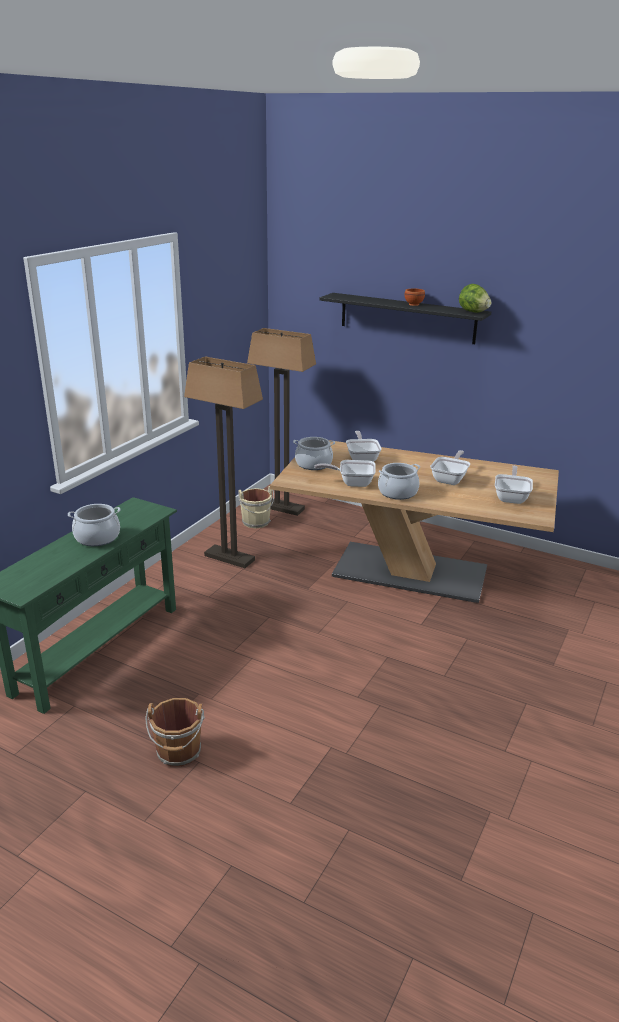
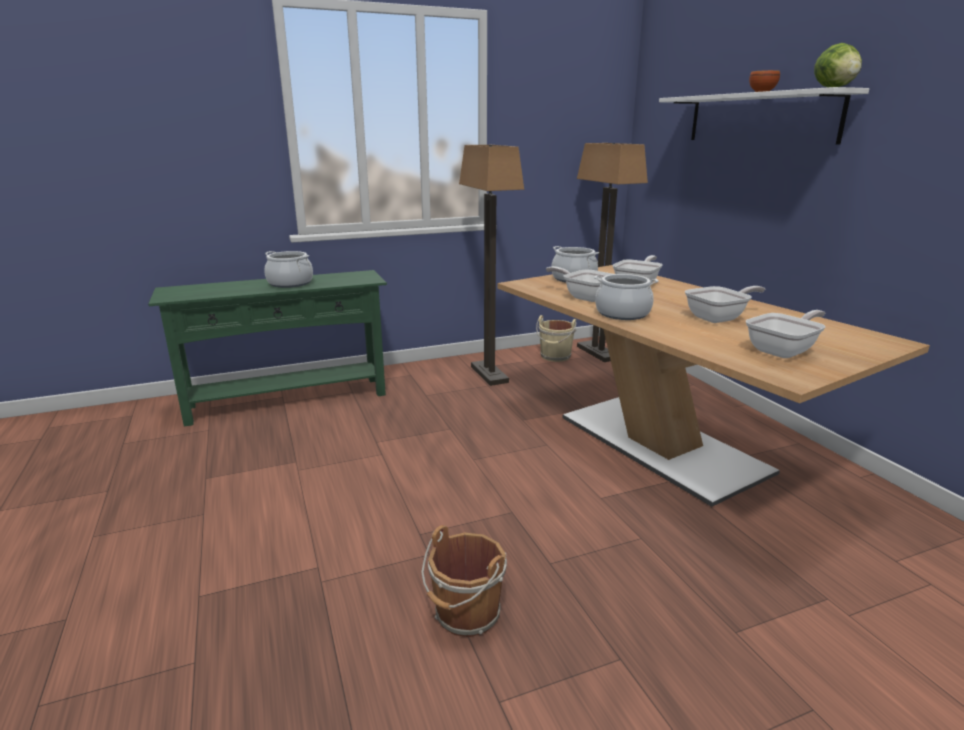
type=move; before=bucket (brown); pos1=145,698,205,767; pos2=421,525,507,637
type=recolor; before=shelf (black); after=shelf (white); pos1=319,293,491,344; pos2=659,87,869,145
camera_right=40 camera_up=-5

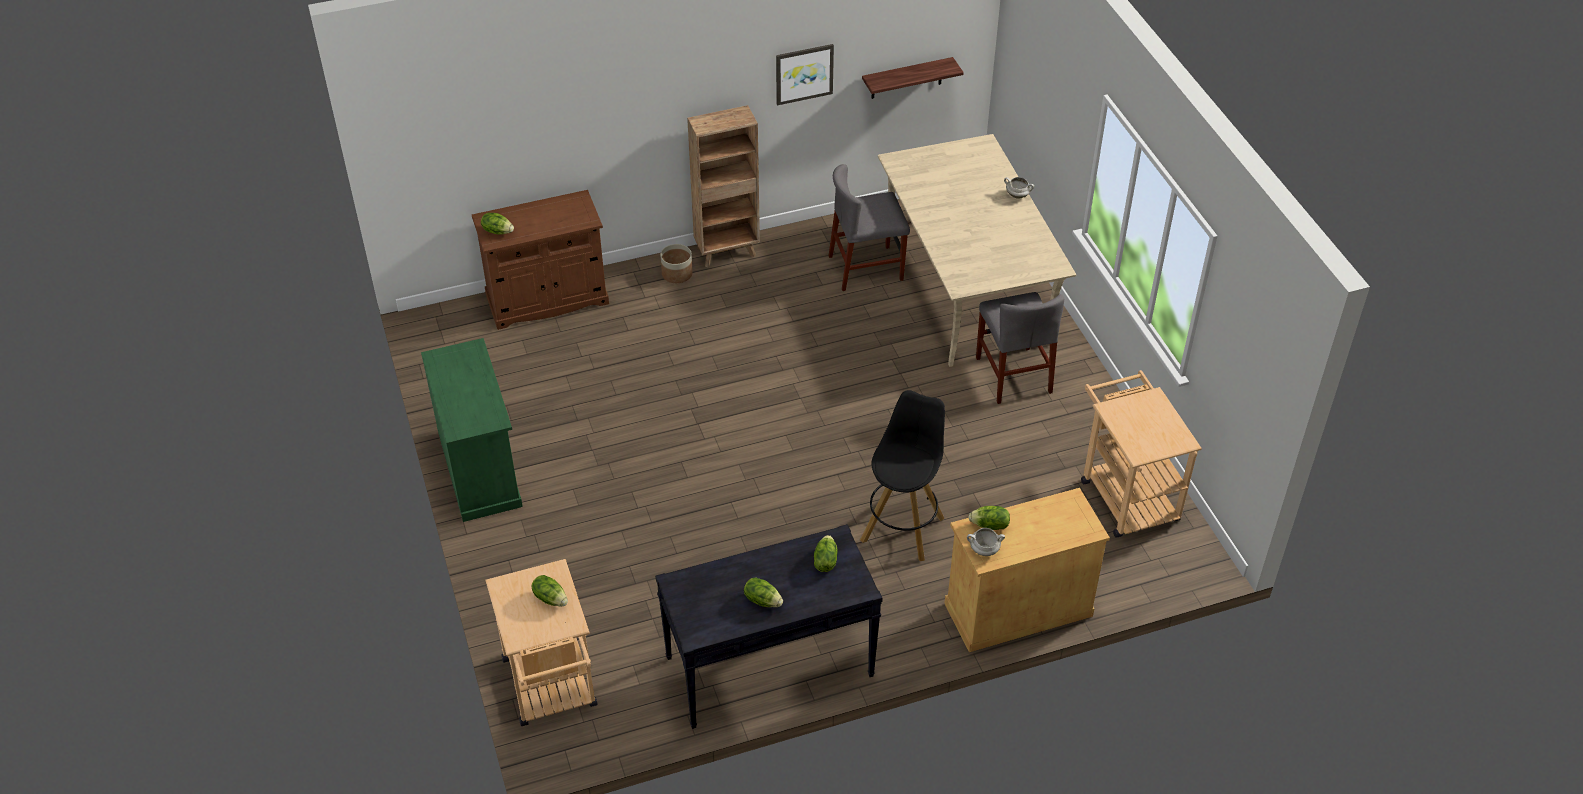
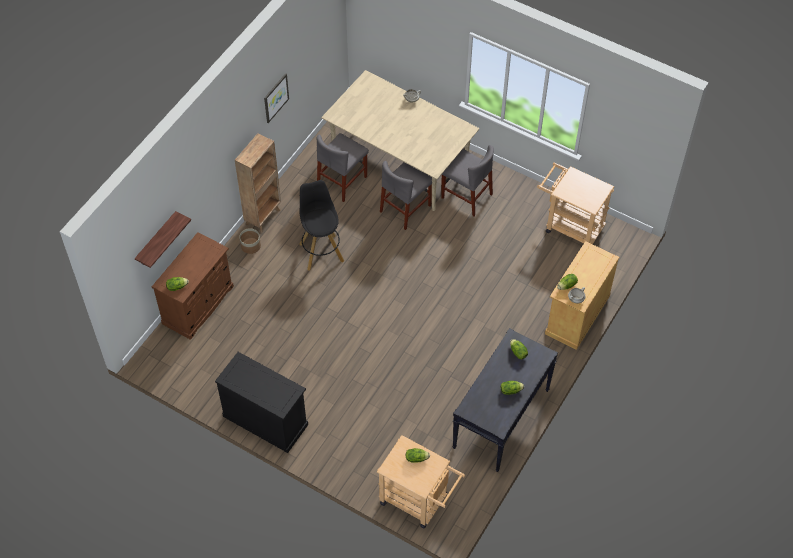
type=recolor; before=cabinet (green); after=cabinet (black); pos1=421,338,523,522; pos2=215,352,308,453
type=move; before=stool (black); pos1=860,390,945,561; pos2=299,180,344,271
type=move; before=shelf; pos1=862,57,964,99; pos2=135,211,191,268
type=insert; after=chair (grey); pos2=380,161,432,230
camera_right=-40 camera_up=10

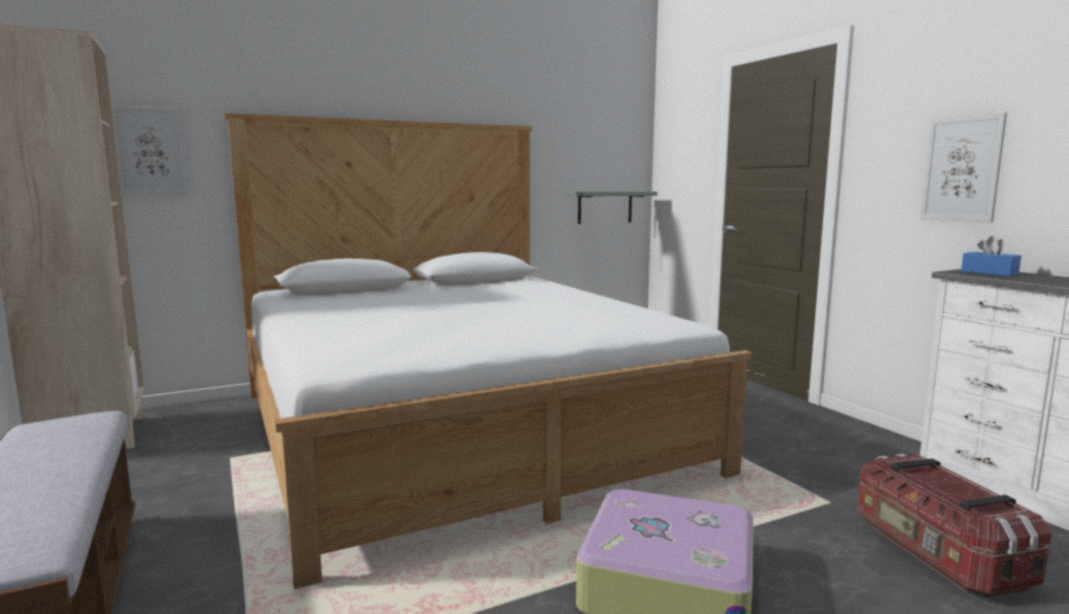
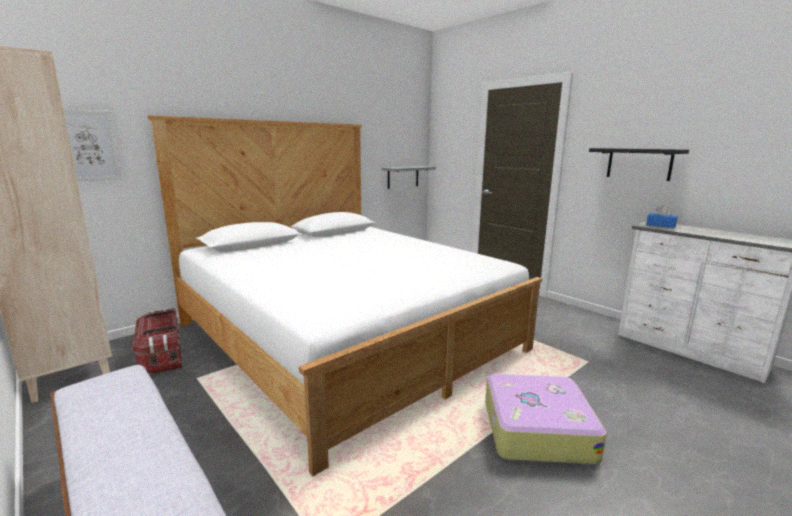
type=move; before=storage box; pos1=857,454,1051,597; pos2=132,308,182,374
type=replace; before=picture; after=shelf (black); pos1=920,112,1007,223; pos2=589,148,689,181
camera_right=-15 camera_up=5

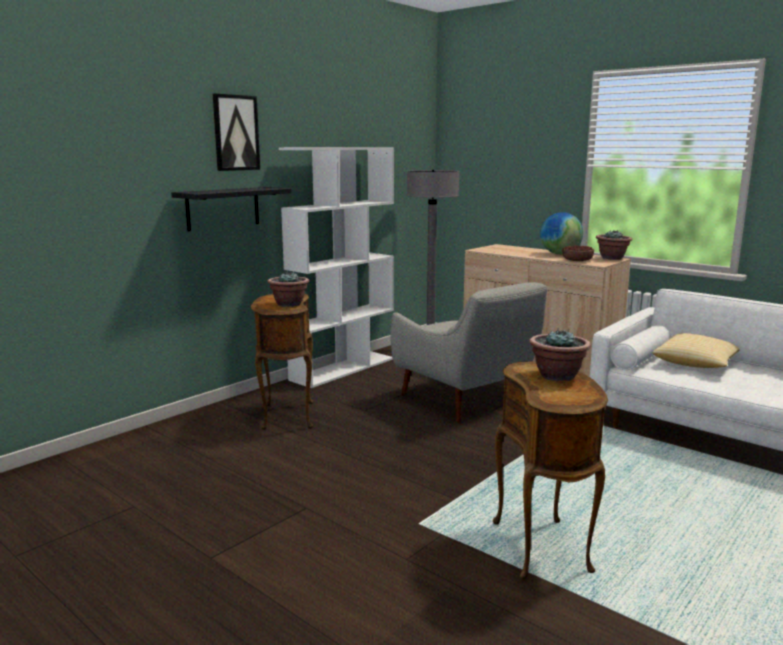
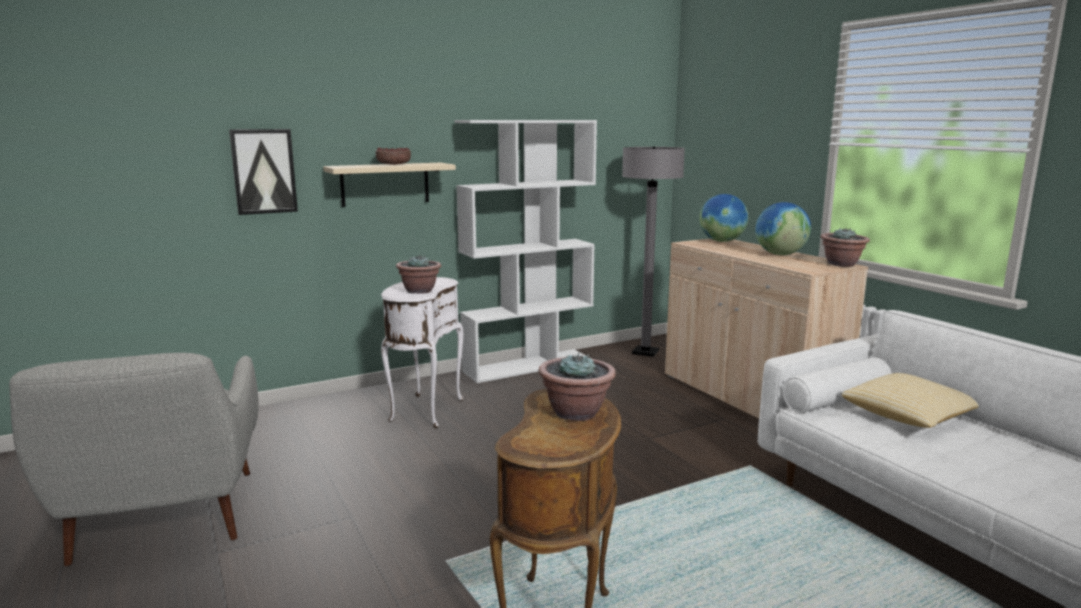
type=recolor; before=shelf (black); after=shelf (beige); pos1=171,187,291,231; pos2=323,163,456,207
type=move; before=picture; pos1=213,94,260,171; pos2=229,129,298,215
type=recolor; before=side table (brown); after=side table (white); pos1=251,294,313,429; pos2=381,277,464,428
type=move; before=armchair (grey); pos1=390,282,547,422; pos2=9,353,259,566
type=move; before=bowl; pos1=562,245,594,261; pos2=376,148,411,165
type=insert; after=globe; pos2=699,194,748,242
camera_right=20 camera_up=0

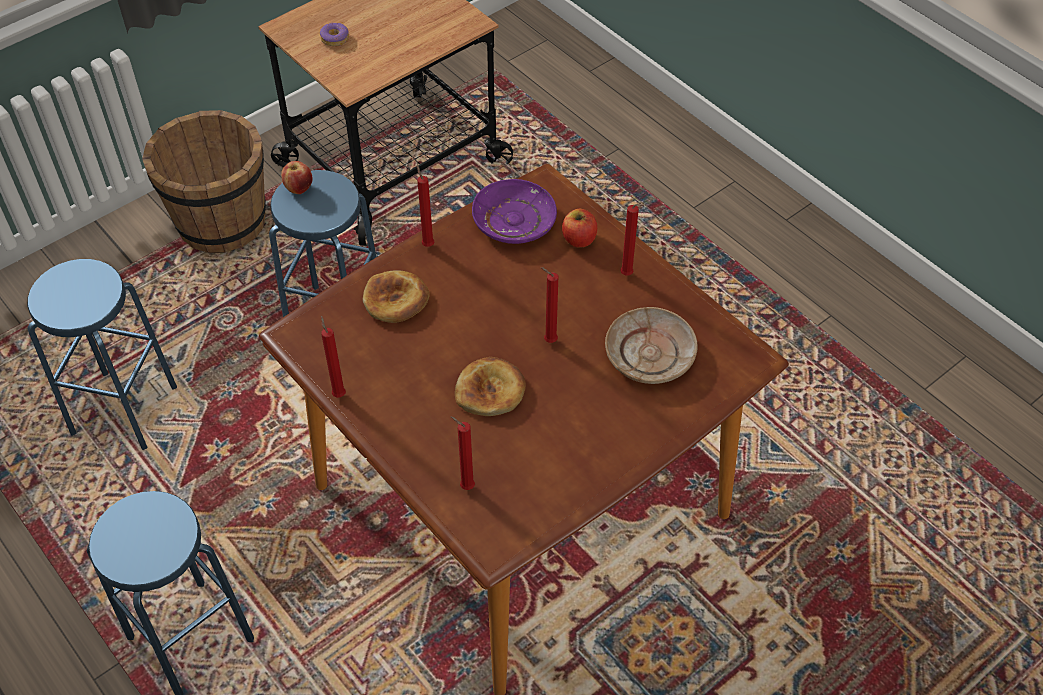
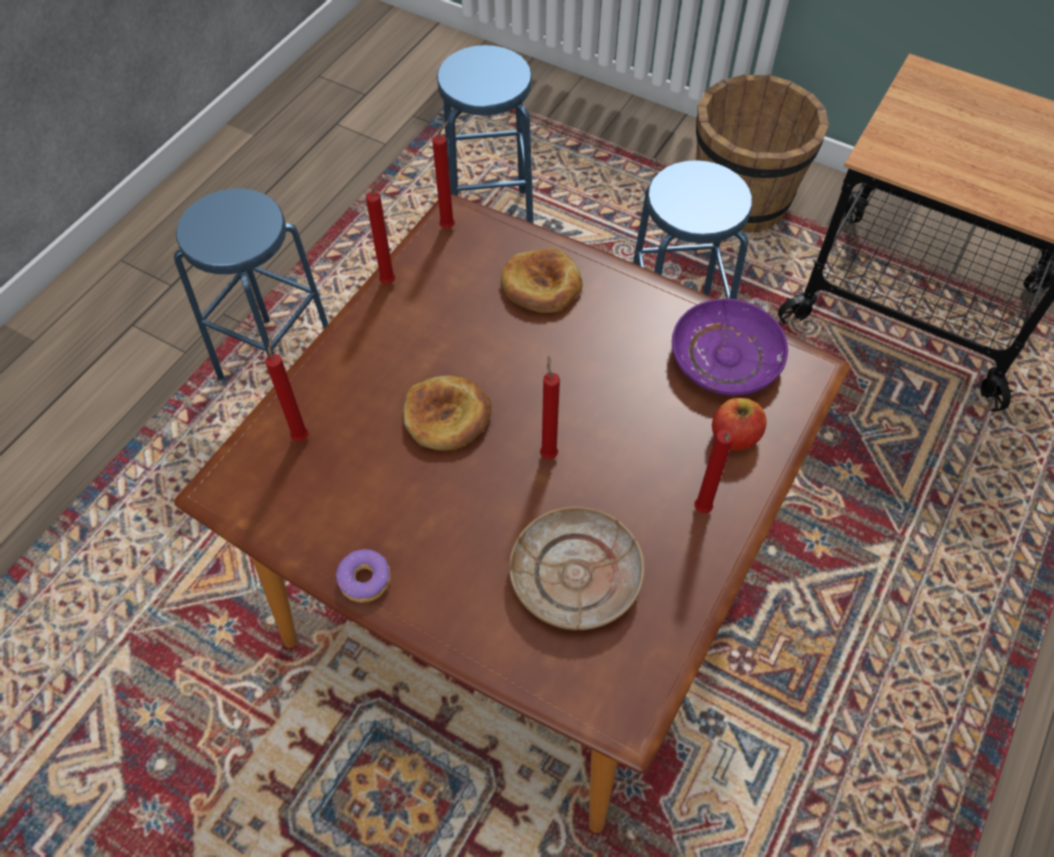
type=delete; before=apple; pos1=281,161,312,194
type=move; before=donut; pos1=320,23,349,46; pos2=336,549,391,603
type=move; before=candle (red); pos1=417,165,434,247; pos2=432,121,455,228
camera_right=70 camera_up=5

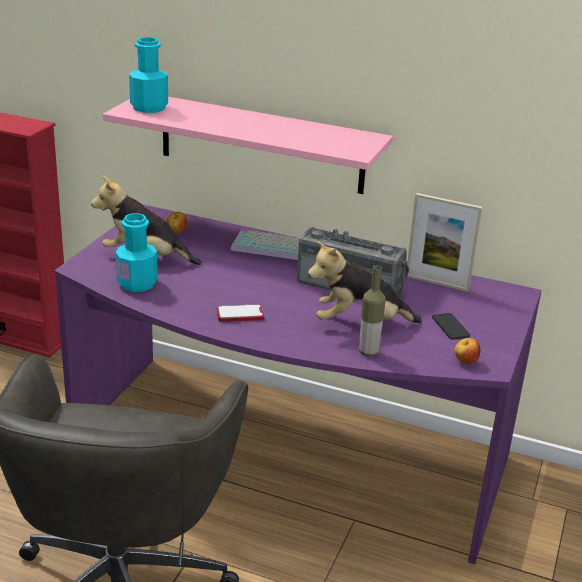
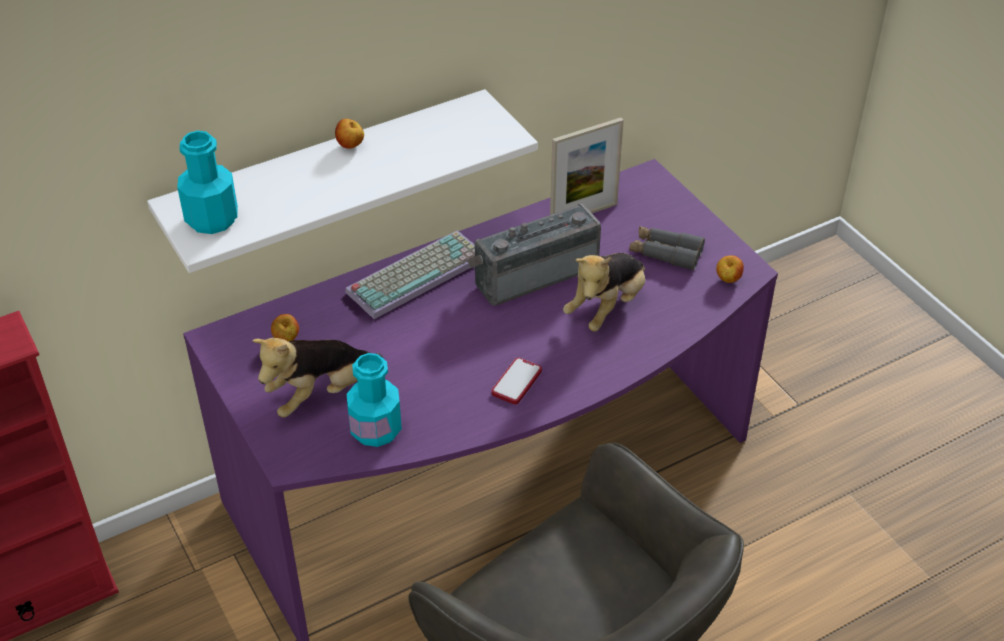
type=recolor; before=shelf (pink); after=shelf (white); pos1=103,97,393,194; pos2=147,89,538,273
type=delete; before=bottle; pos1=359,265,386,356
type=replace; before=phone; after=binoculars (grey); pos1=432,313,470,340; pos2=629,226,705,270
type=insert; after=apple; pos2=335,119,364,149
camera_right=-50 camera_up=15

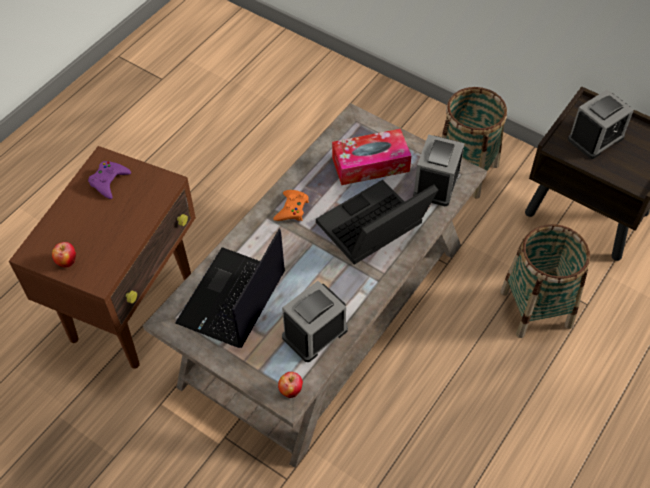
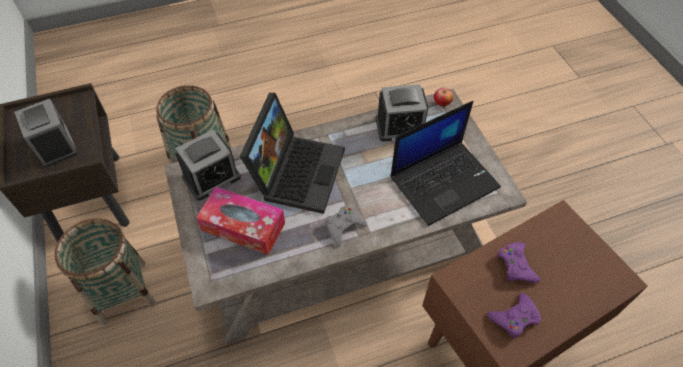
type=delete; before=apple; pos1=52,242,76,268
type=recolor; before=game controller (orange); after=game controller (grey); pos1=273,190,309,221; pos2=325,206,367,246
type=rotate; before=laptop; pos1=316,180,439,265; pos2=240,93,345,214; turn=-75
type=rotate; before=alarm clock; pos1=568,90,634,159; pos2=14,99,78,167; turn=60
type=insert; after=game controller (purple); pos2=497,242,541,283
camera_right=-145 camera_up=0

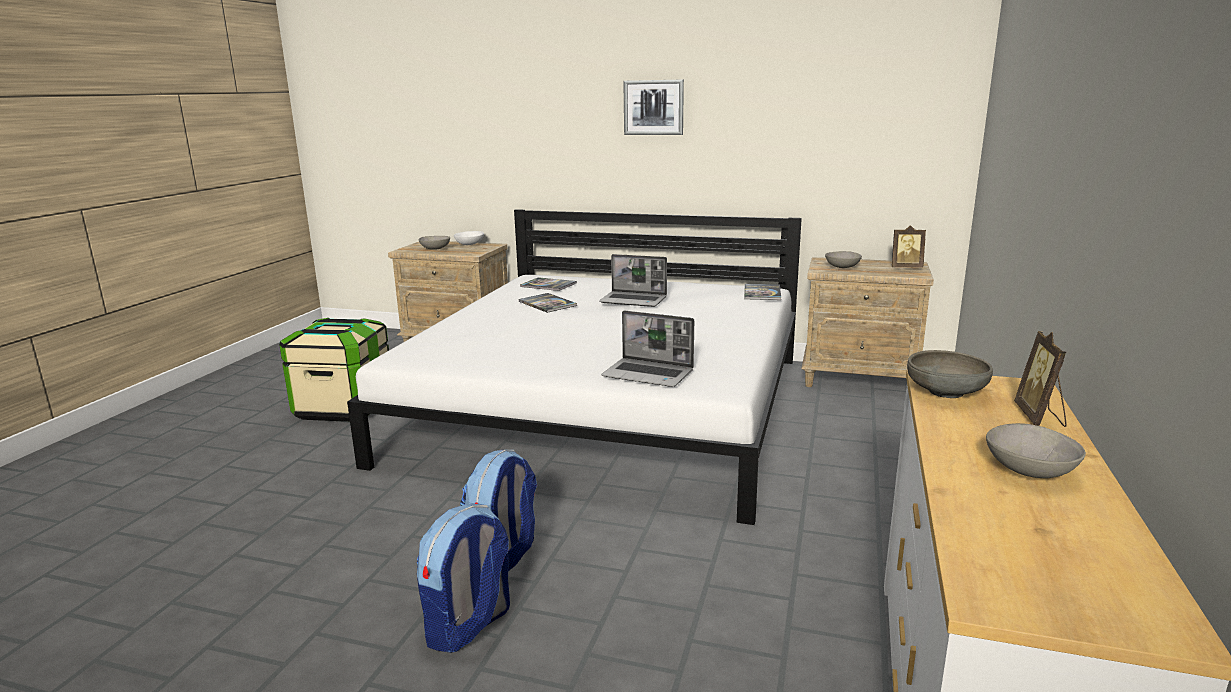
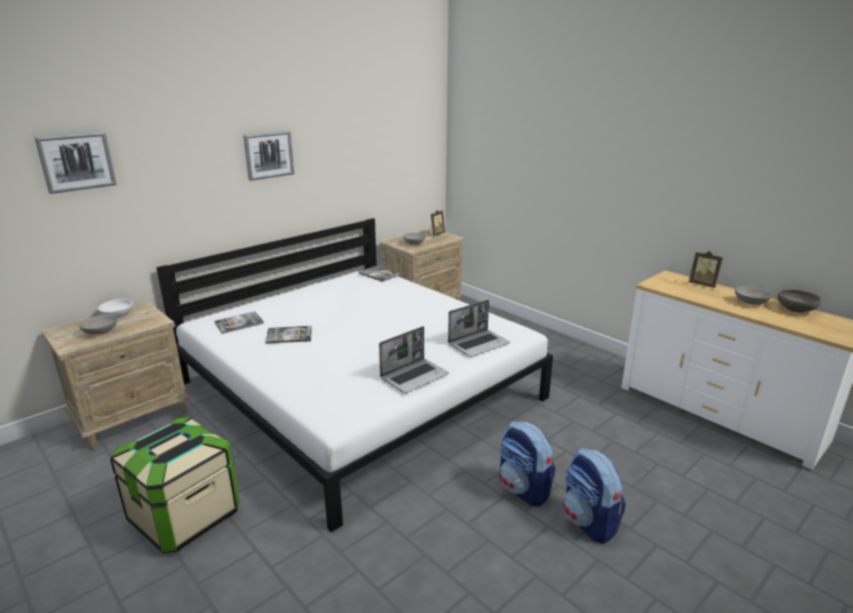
type=move; before=laptop; pos1=599,254,667,307; pos2=379,326,449,393
type=move; before=bowl (grey); pos1=907,350,993,398; pos2=778,289,821,313
type=insert; after=picture; pos2=34,132,117,194
camera_right=-60 camera_up=5

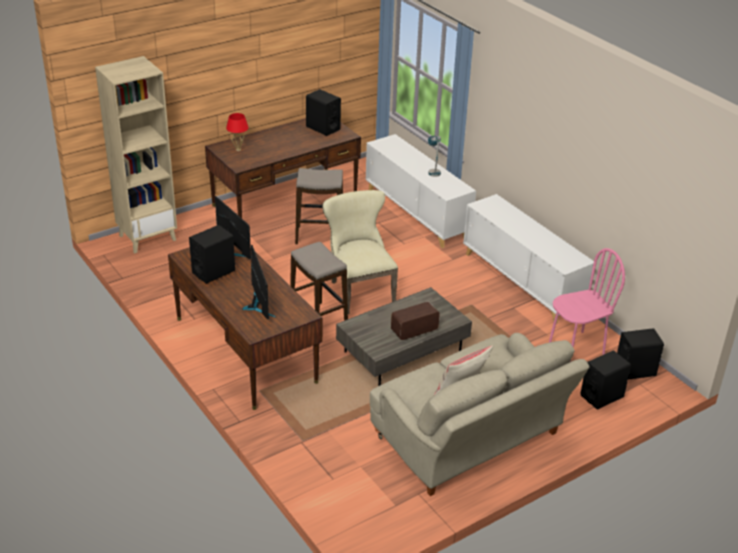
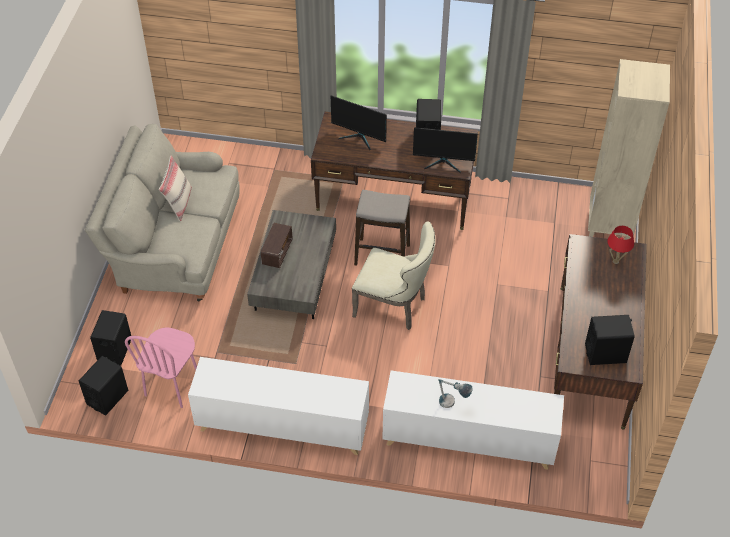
type=delete; before=stool; pos1=295,168,343,244
camera_right=135 camera_up=15

